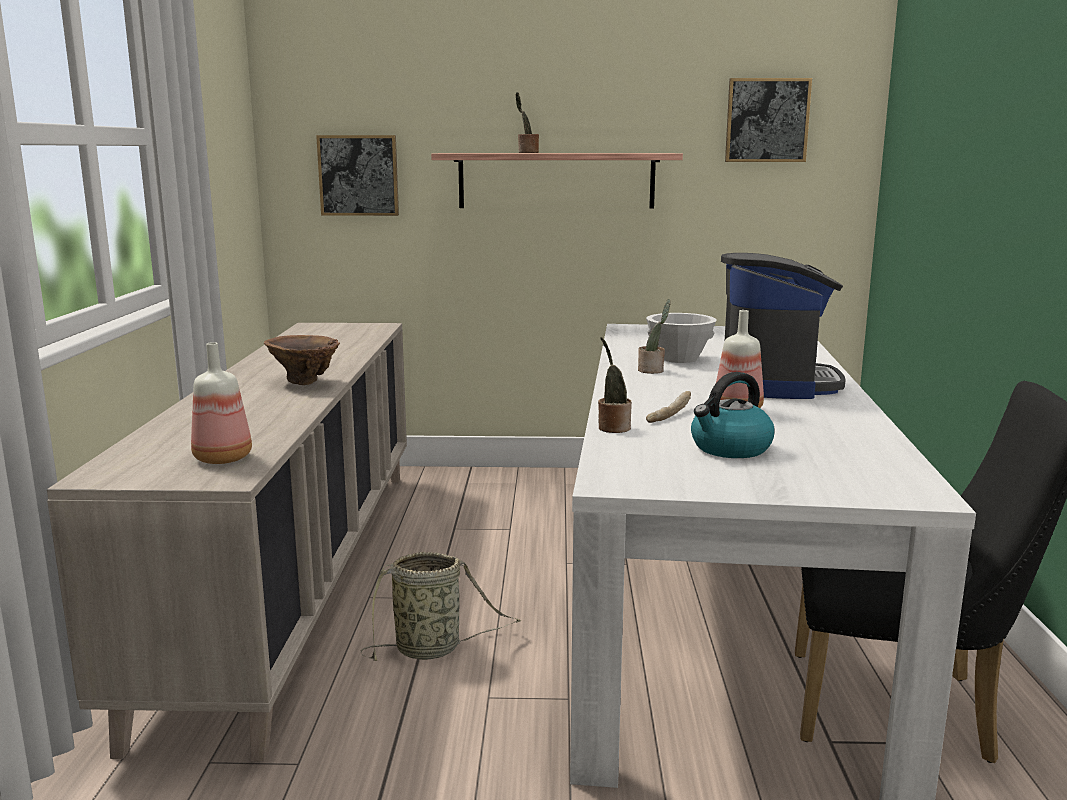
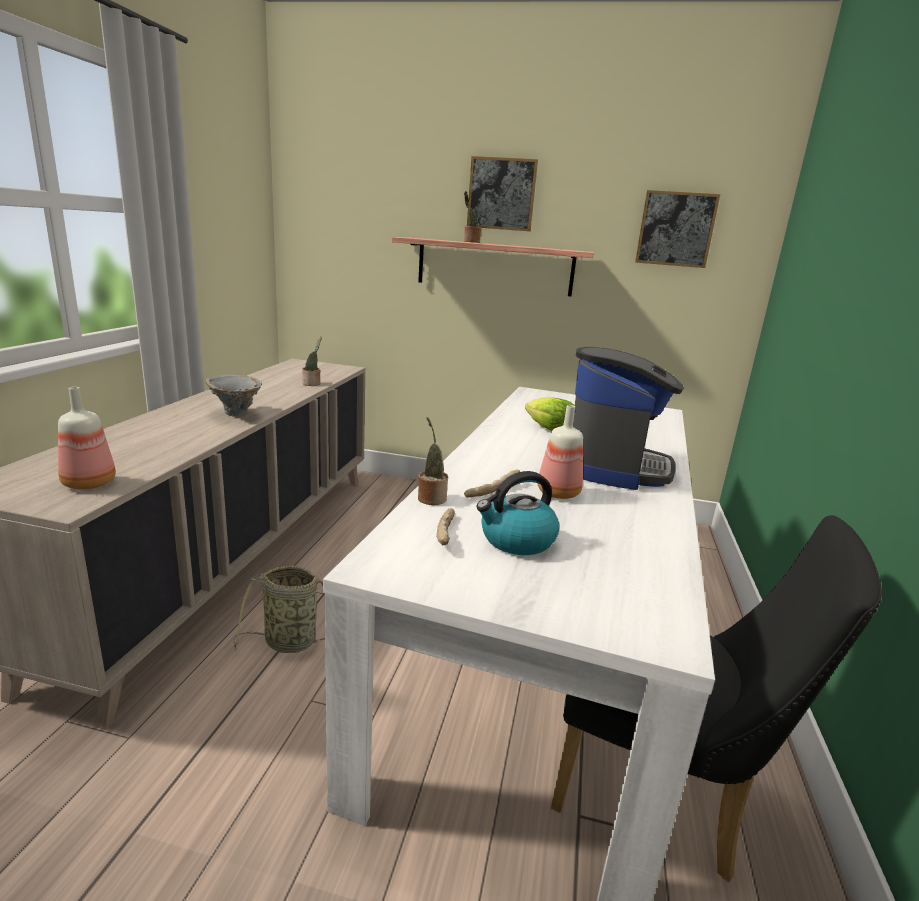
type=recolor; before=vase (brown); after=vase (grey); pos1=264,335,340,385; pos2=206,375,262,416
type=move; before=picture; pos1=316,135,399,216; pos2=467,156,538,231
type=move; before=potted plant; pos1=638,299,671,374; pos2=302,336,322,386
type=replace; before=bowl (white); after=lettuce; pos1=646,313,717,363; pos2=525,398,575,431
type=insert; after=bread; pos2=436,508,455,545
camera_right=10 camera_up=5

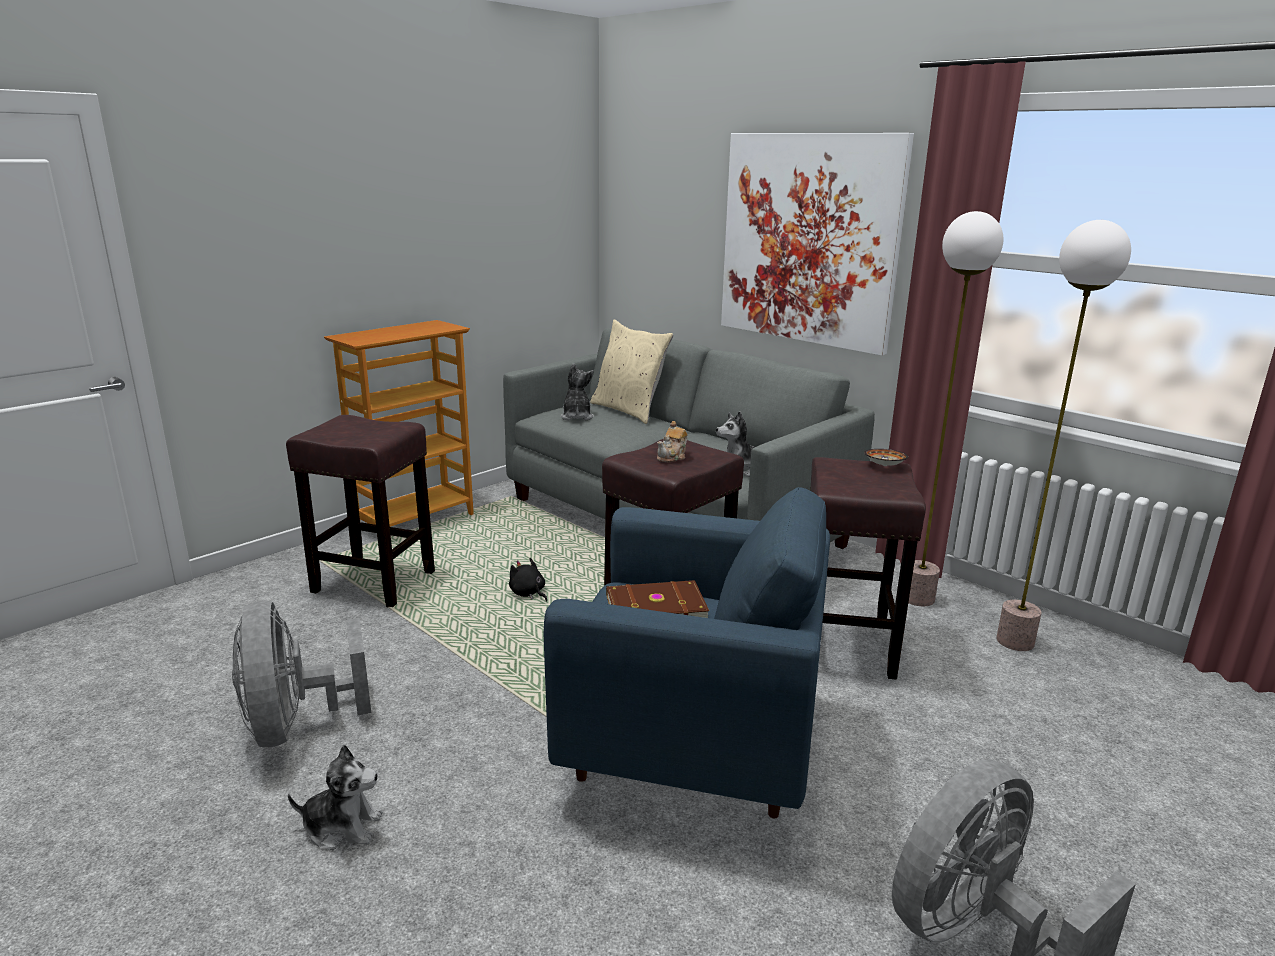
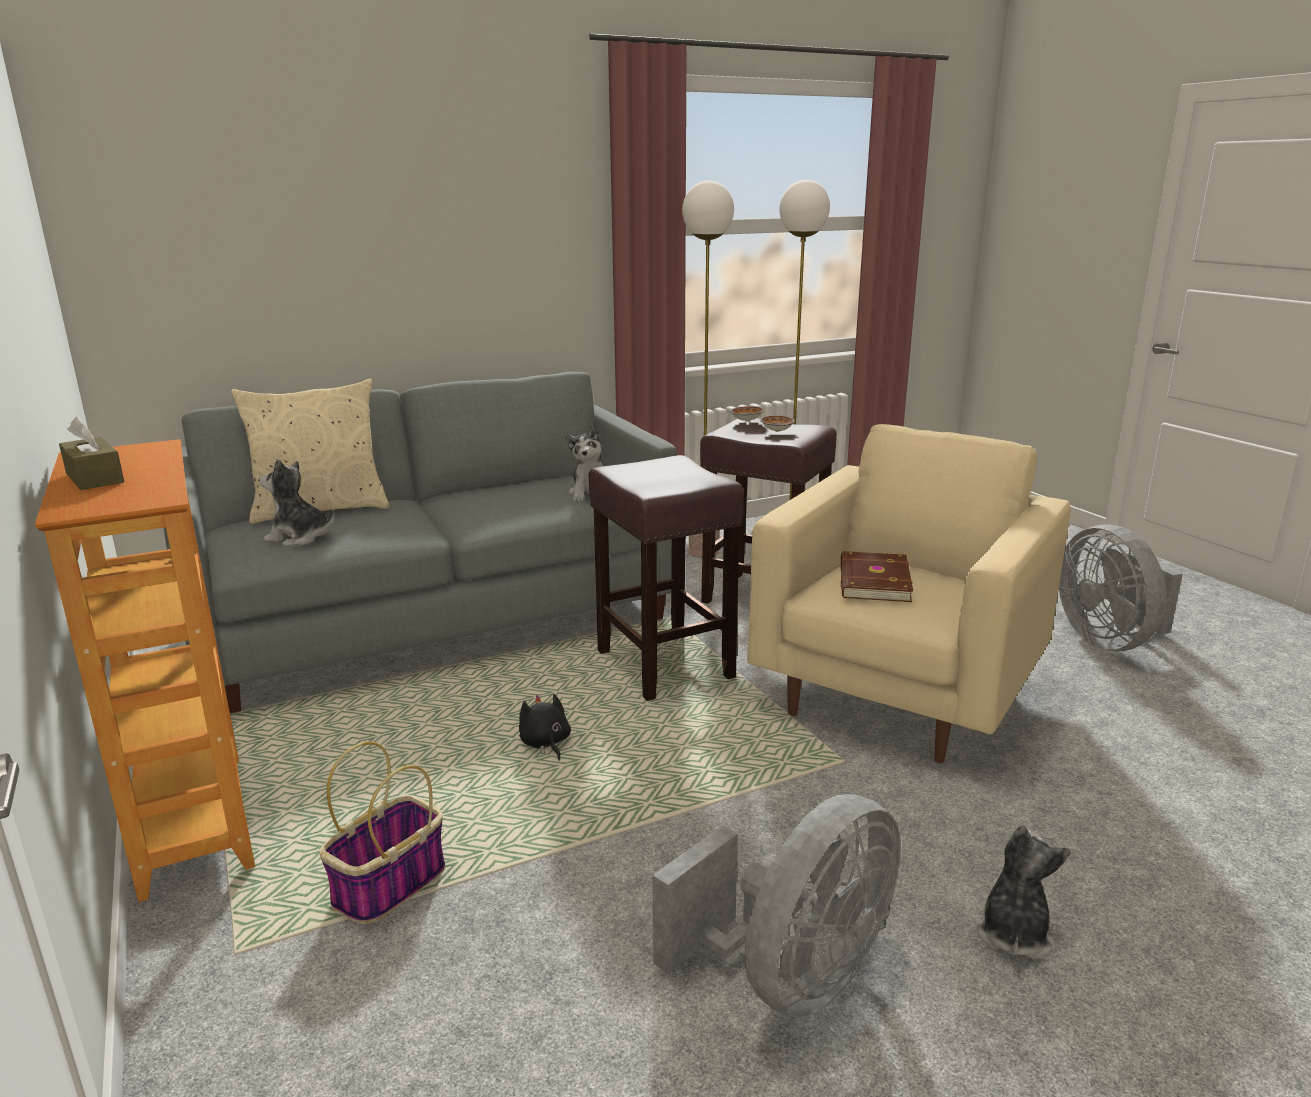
type=rotate; before=fan (grey); pos1=232,601,371,747; pos2=652,794,901,1018; turn=-45
type=replace; before=stool (brown); after=basket; pos1=286,415,435,607; pos2=319,742,445,924
type=rotate; before=plush toy (black); pos1=509,558,547,602; pos2=519,694,571,761; turn=90
type=recolor; before=armchair (blue); after=armchair (beige); pos1=544,487,830,818; pos2=747,424,1071,763
type=delete; before=teapot; pos1=657,421,687,462
type=delete; before=picture; pos1=721,133,914,356
type=insert; after=tissue box (brown); pos2=59,417,124,490
type=insert; after=bowl; pos2=760,415,795,432
camera_right=-70 camera_up=0

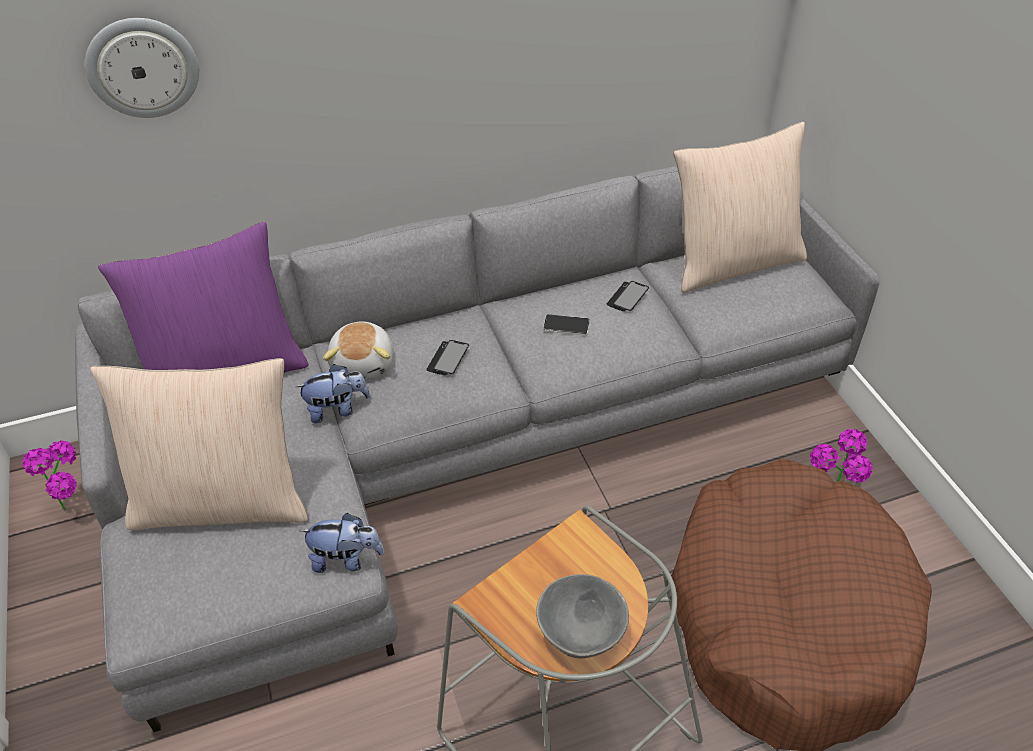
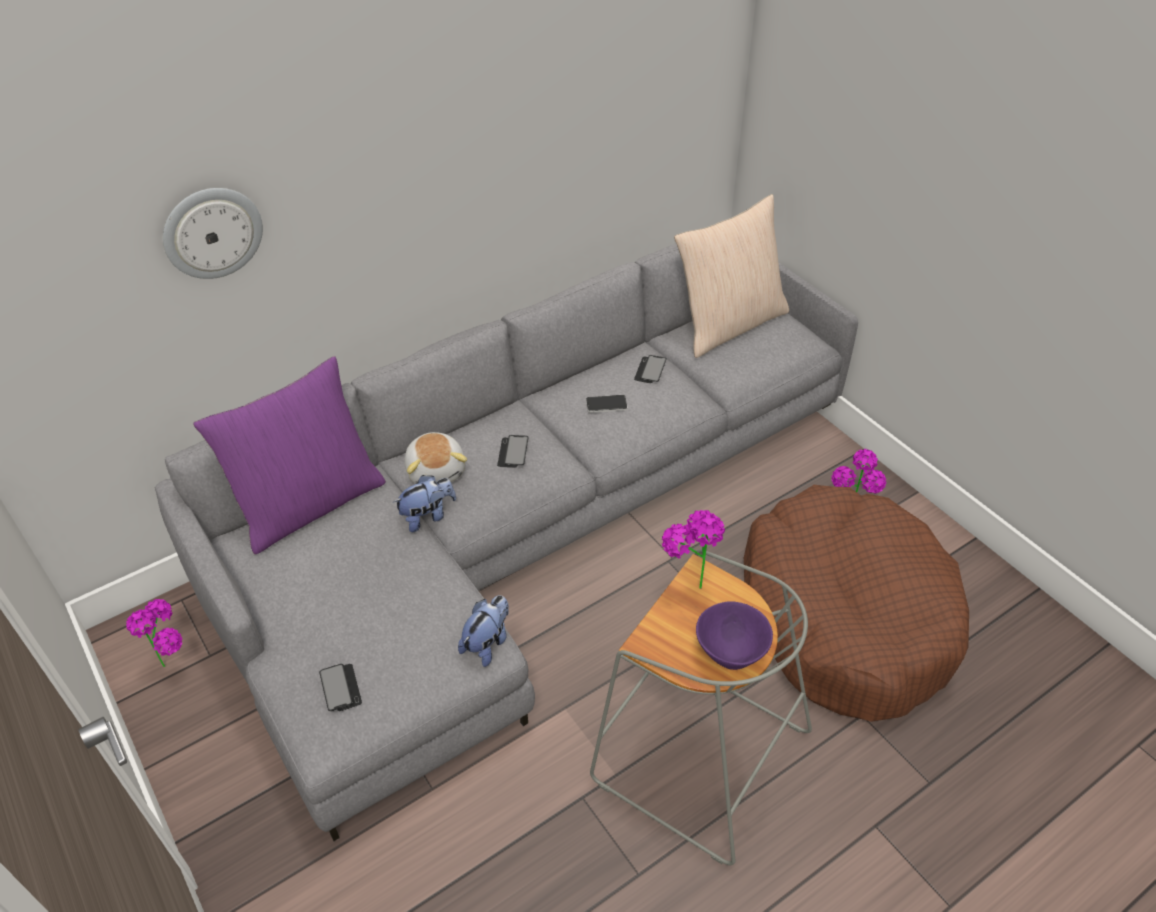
type=delete; before=pillow (beige); pos1=90,358,308,530
type=rotate; before=plush toy; pos1=299,513,384,573; pos2=458,595,509,667; turn=-45
type=recolor; before=bowl (grey); after=bowl (purple); pos1=536,574,629,658; pos2=696,601,773,670
type=insert; after=phone; pos2=319,664,362,711
type=insert; after=potted plant; pos2=661,510,725,589
camera_right=-15 camera_up=0

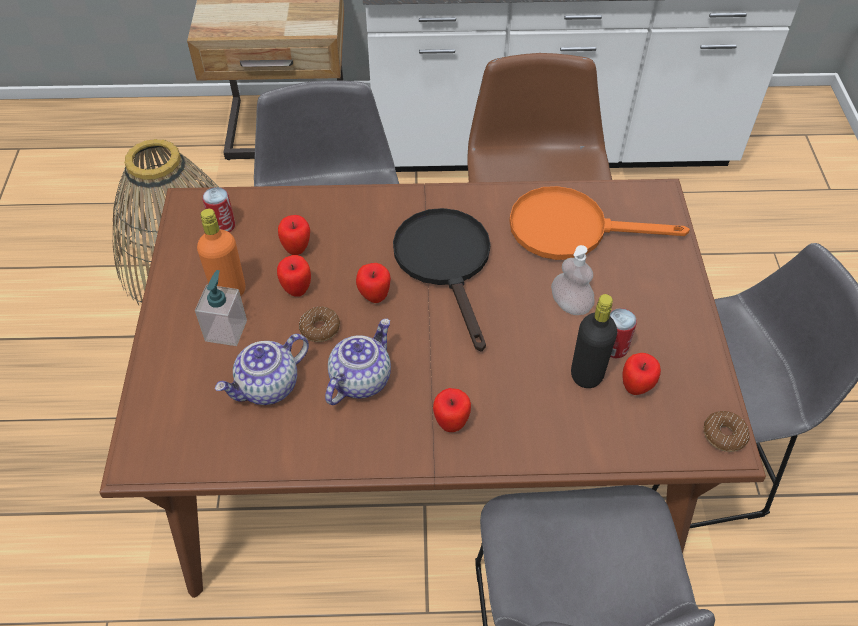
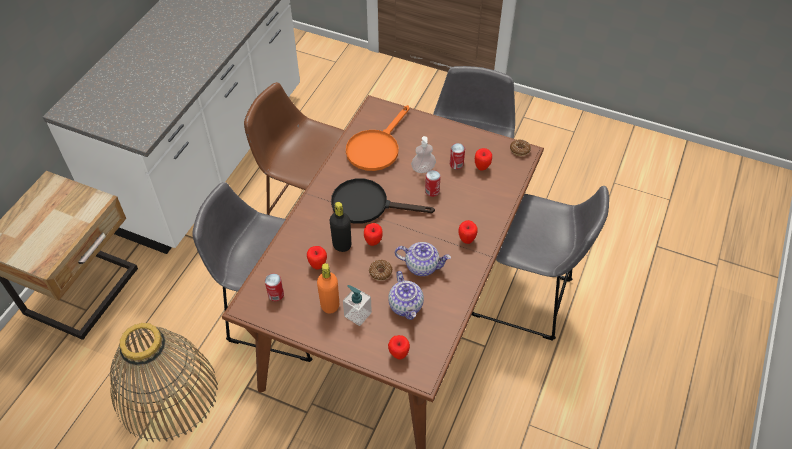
type=move; before=apple; pos1=277,255,311,297; pos2=388,335,410,359
type=rotate; before=teapot; pos1=325,319,391,405; pos2=395,242,451,276; turn=135
type=move; before=bottle (black); pos1=571,294,617,388; pos2=330,202,351,252
type=insert; after=can; pos2=425,170,441,197
camera_right=-65 camera_up=0

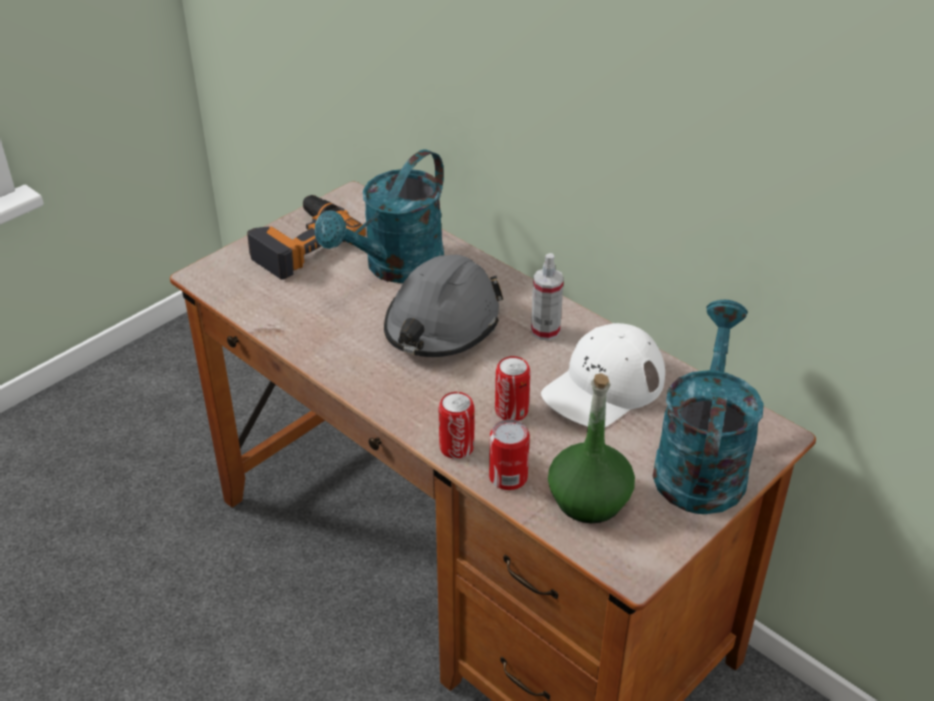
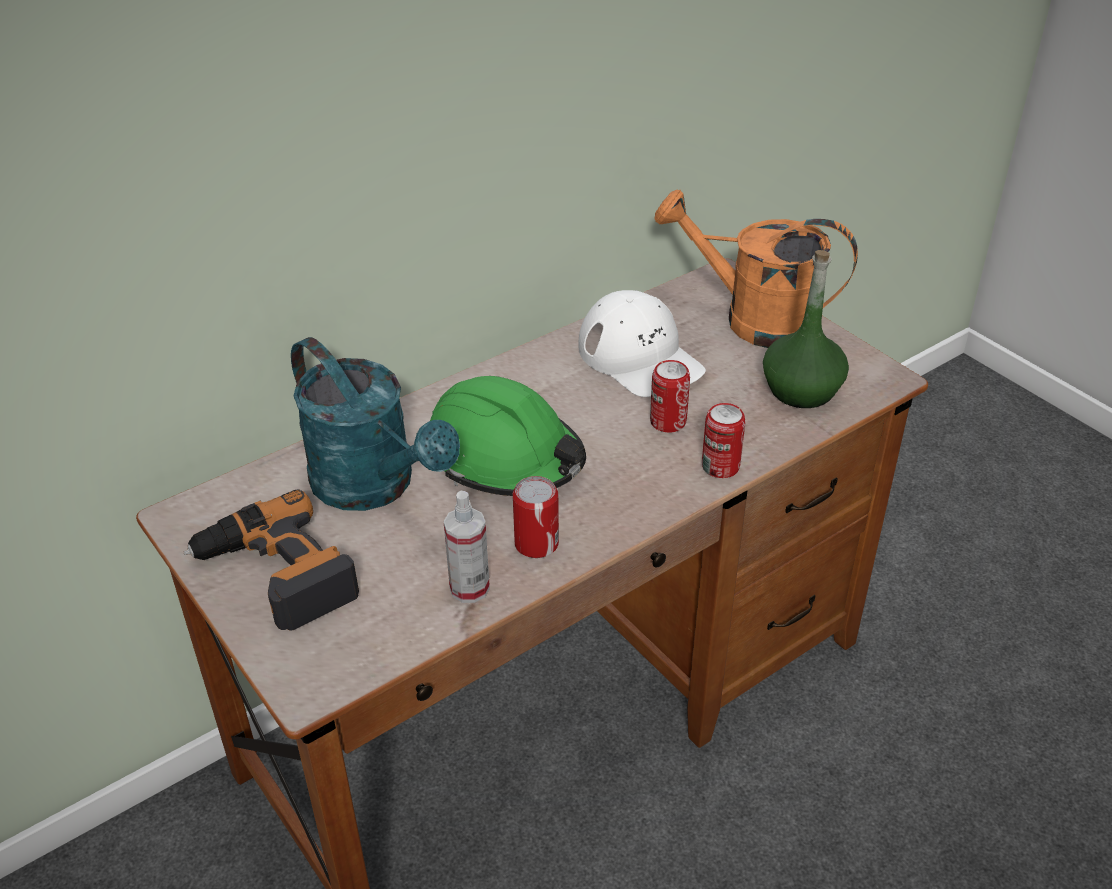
type=recolor; before=hard hat (grey); after=hard hat (green); pos1=384,255,503,357; pos2=430,376,586,496
type=move; before=can; pos1=489,419,530,490; pos2=513,476,559,558
type=move; before=spray bottle; pos1=531,253,564,341; pos2=444,491,490,603
type=recolor; before=watering can (turquoise); after=watering can (orange); pos1=653,300,764,514; pos2=654,189,858,348
camera_right=-80 camera_up=0

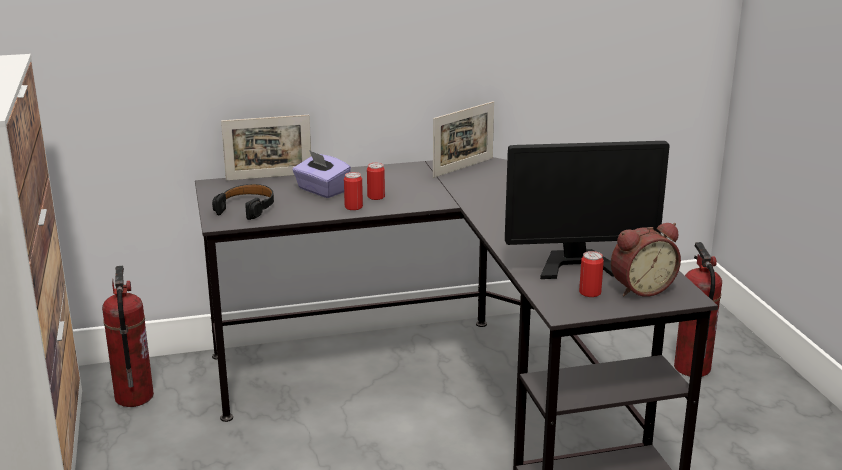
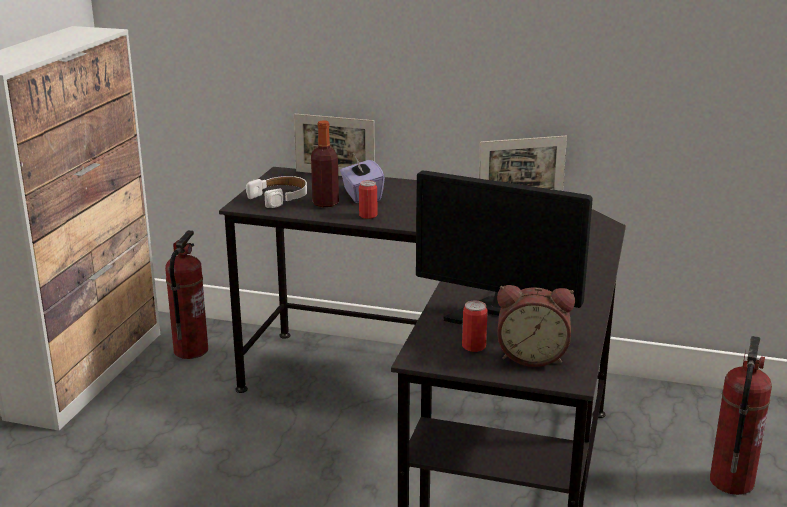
type=recolor; before=headphones (black); after=headphones (white); pos1=212,184,274,220; pos2=246,176,307,208
type=delete; before=can; pos1=367,163,385,200
type=insert; after=bottle; pos2=311,120,339,207
camera_right=30 camera_up=0

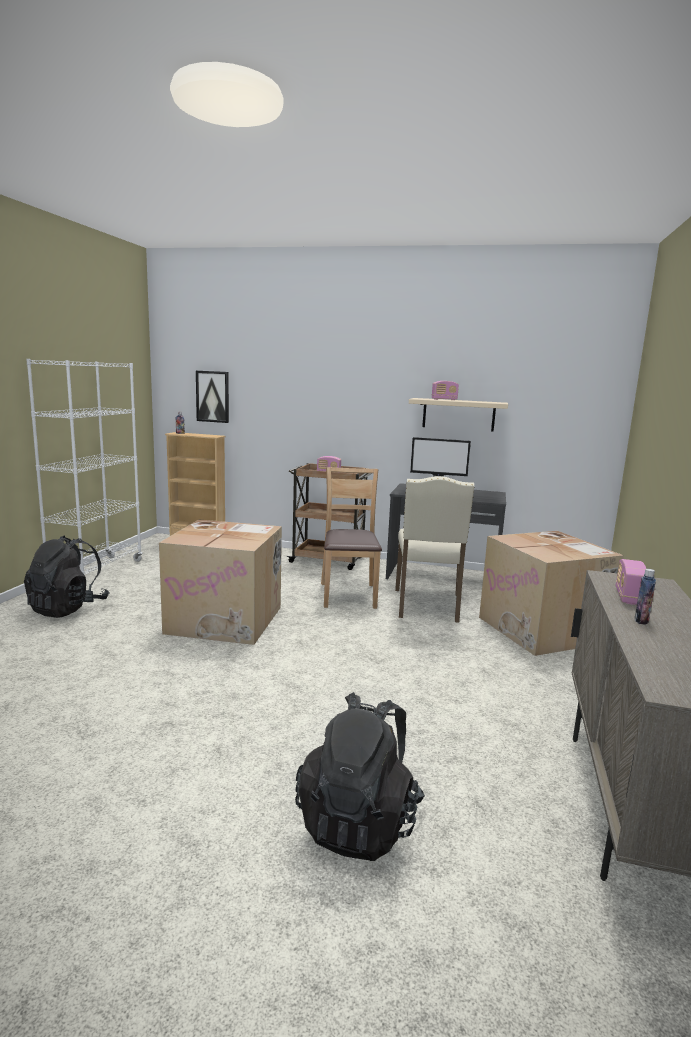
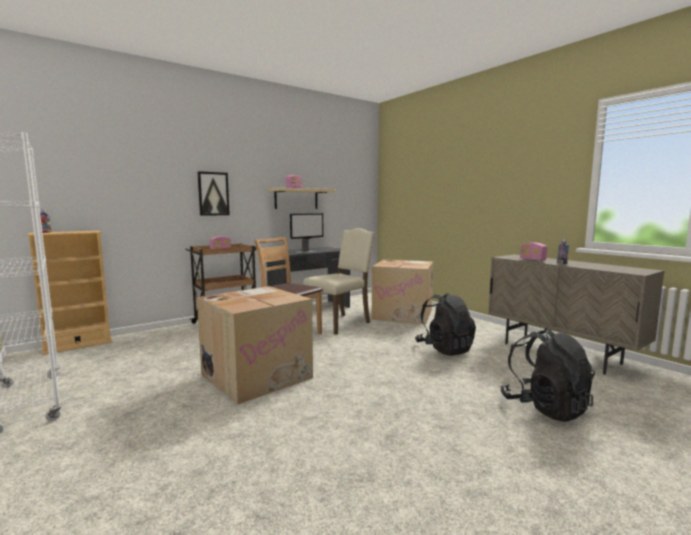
type=move; before=backpack (black); pos1=24,536,109,618; pos2=415,293,476,356
type=move; before=picture; pos1=196,371,229,423; pos2=197,171,230,216
type=rotate; before=chair (beige); pos1=395,476,475,623; pos2=303,228,375,335; turn=-90
camera_right=-50 camera_up=-5

